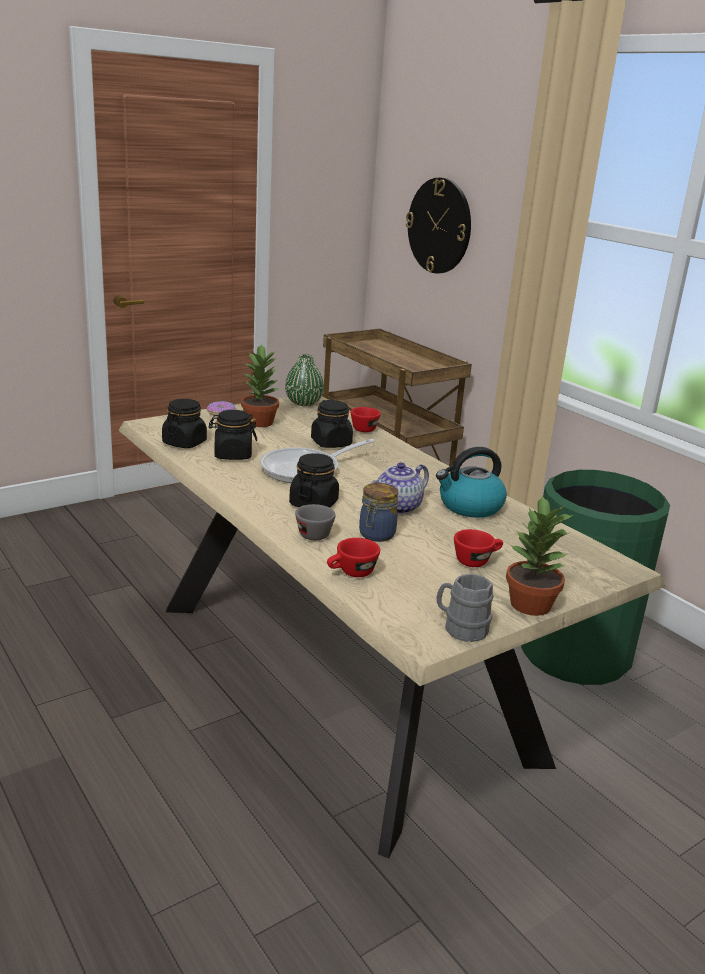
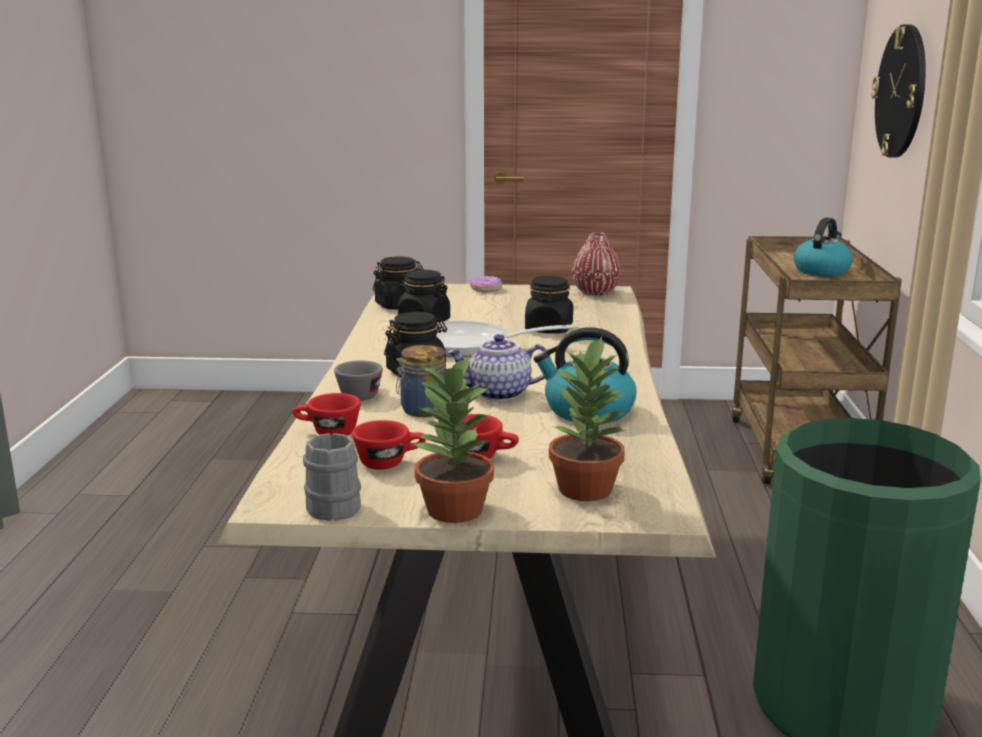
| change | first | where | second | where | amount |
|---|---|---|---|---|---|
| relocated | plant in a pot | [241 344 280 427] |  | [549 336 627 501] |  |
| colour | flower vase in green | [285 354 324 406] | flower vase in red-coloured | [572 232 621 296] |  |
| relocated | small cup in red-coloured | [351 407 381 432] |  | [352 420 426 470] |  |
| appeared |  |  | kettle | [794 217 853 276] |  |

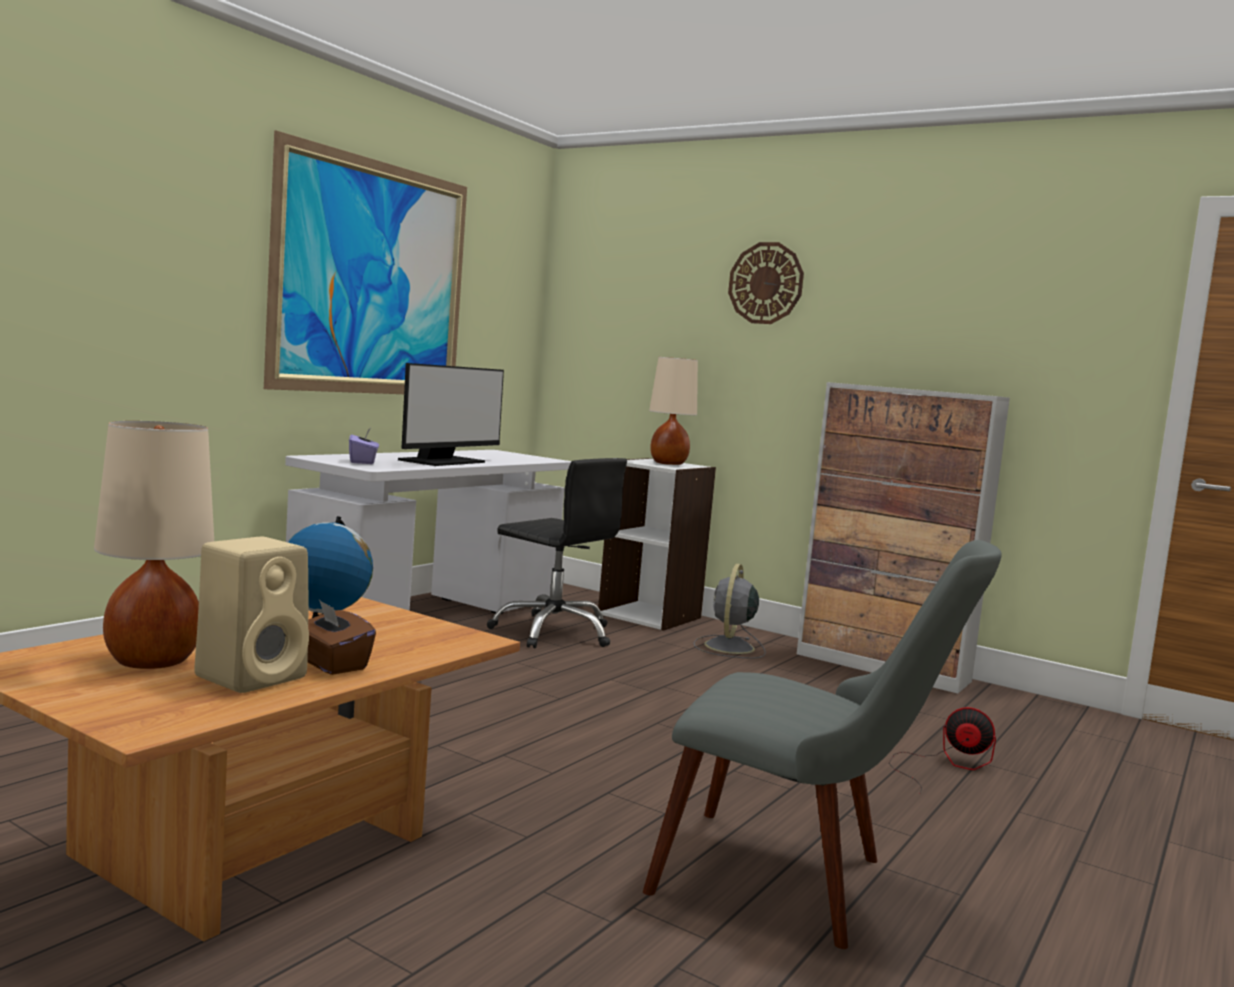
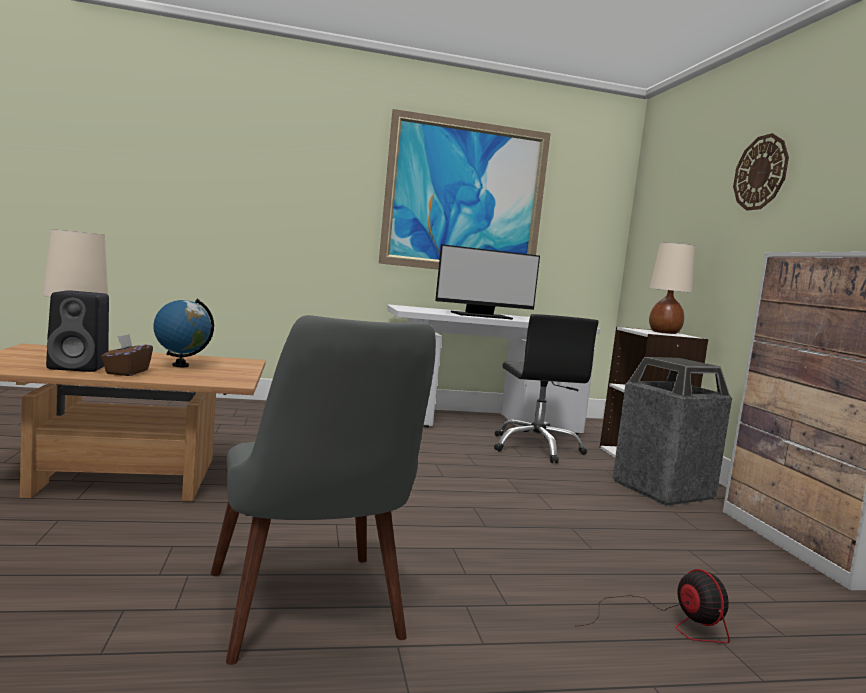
| change | first | where | second | where | amount |
|---|---|---|---|---|---|
| missing | box of tissues in purple | [349 429 379 464] |  |  |  |
| colour | speaker in sand-coloured | [195 537 309 693] | speaker in black | [46 290 109 372] |  |
| exchanged | cooling fan in grey | [694 564 766 659] | waste bin | [613 357 732 506] |  |

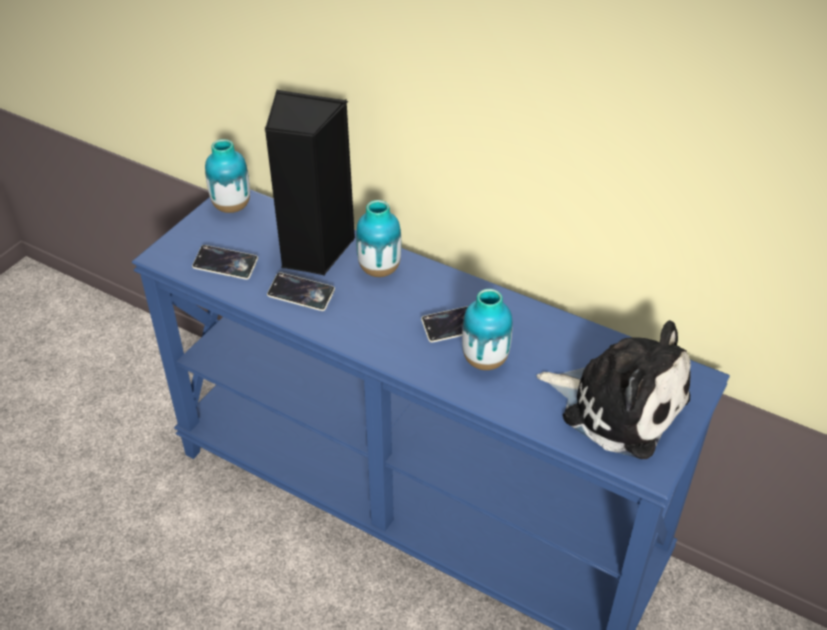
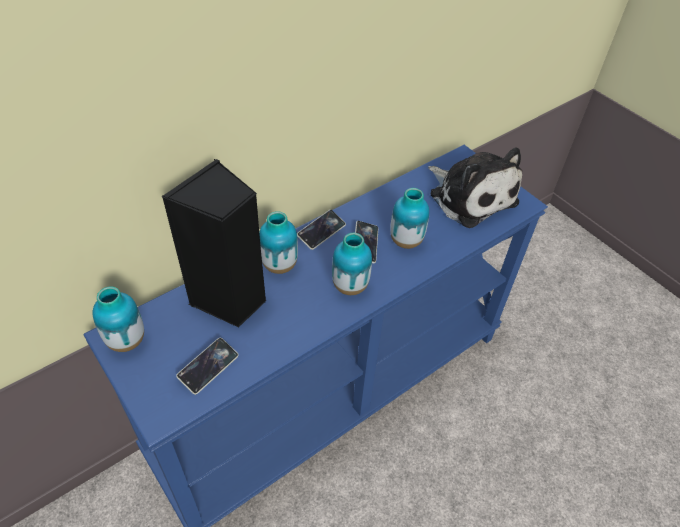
| change | first | where | second | where | amount |
|---|---|---|---|---|---|
| relocated | handset | [267 272 335 311] |  | [297 210 346 250] |  |
| spun | plush toy | [537 320 691 459] |  | [428 147 522 228] | 90 degrees clockwise |
| appeared |  |  | flower vase | [332 233 372 295] |  |

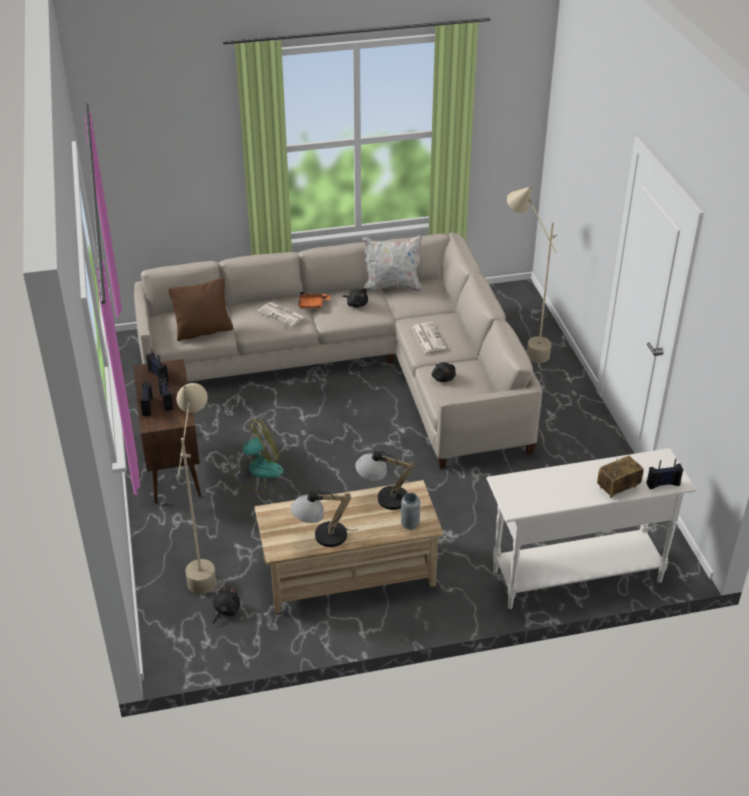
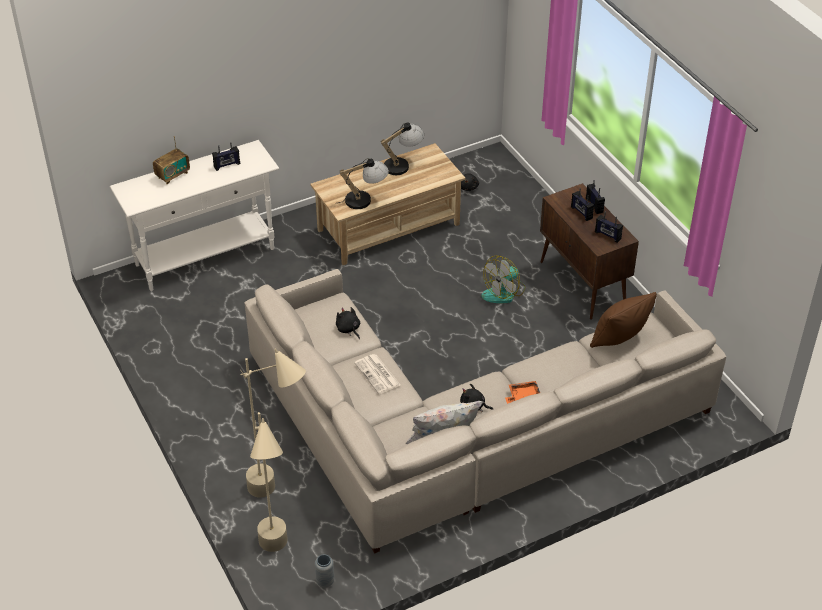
| change | first | where | second | where | amount |
|---|---|---|---|---|---|
| missing | printed paper | [258 302 305 327] |  |  |  |
| relocated | standard lamp in sand-coloured | [177 383 216 594] |  | [250 412 288 552] |  |
| relocated | radio receiver | [646 459 683 489] |  | [212 142 240 171] |  |
| relocated | flower vase in grey | [401 493 420 529] |  | [315 554 334 587] |  |

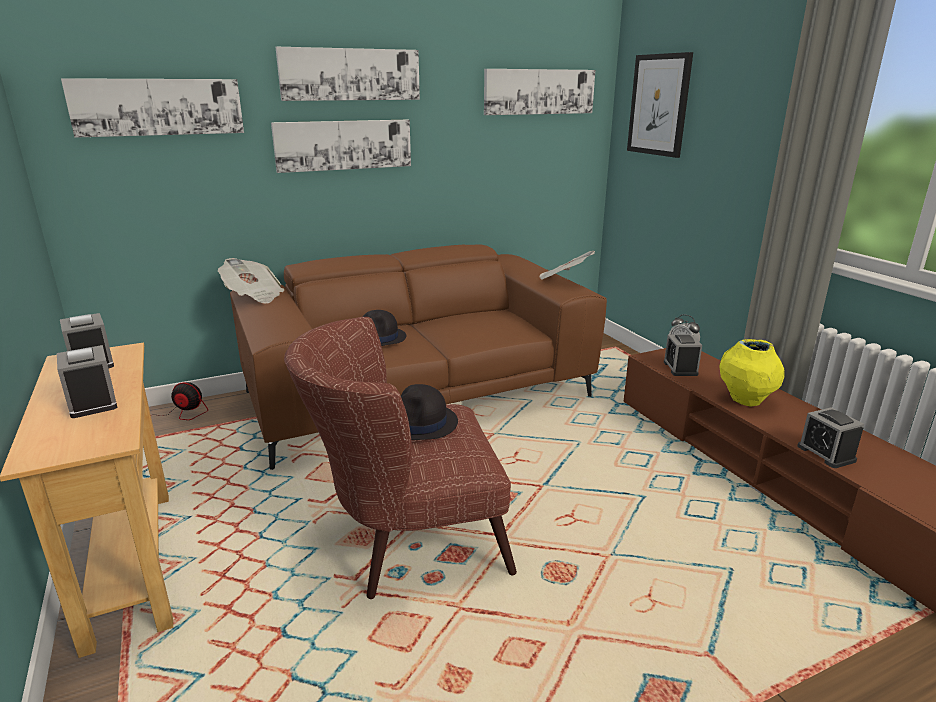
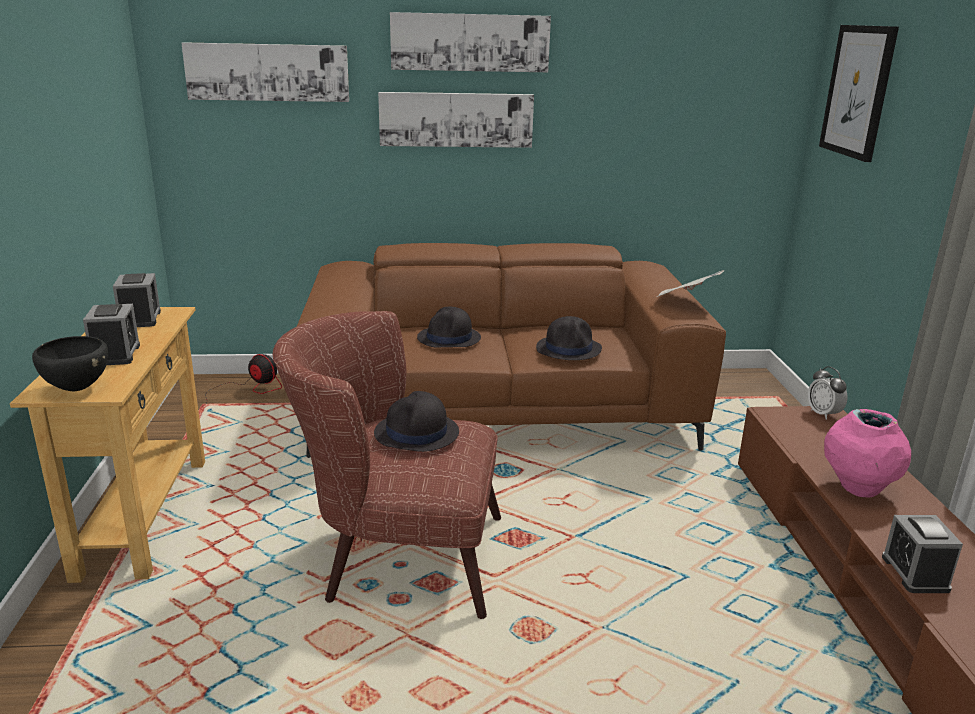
| change | first | where | second | where | amount |
|---|---|---|---|---|---|
| missing | wall art | [484 69 595 115] |  |  |  |
| missing | printed paper | [218 258 284 304] |  |  |  |
| missing | table clock | [664 335 702 376] |  |  |  |
| colour | flower vase in yellow-coloured | [719 339 784 406] | flower vase in pink-coloured | [824 409 911 497] |  |
| appeared |  |  | hat in black | [536 316 602 360] |  |
| appeared |  |  | serving bowl in black | [32 336 108 391] |  |

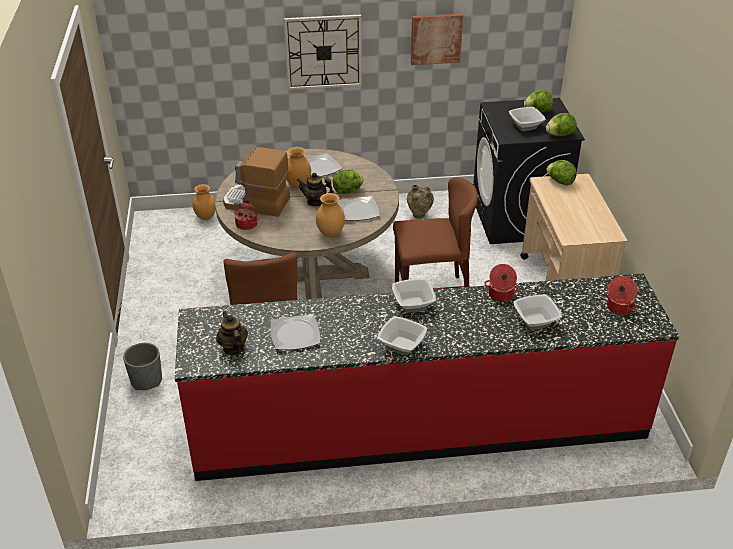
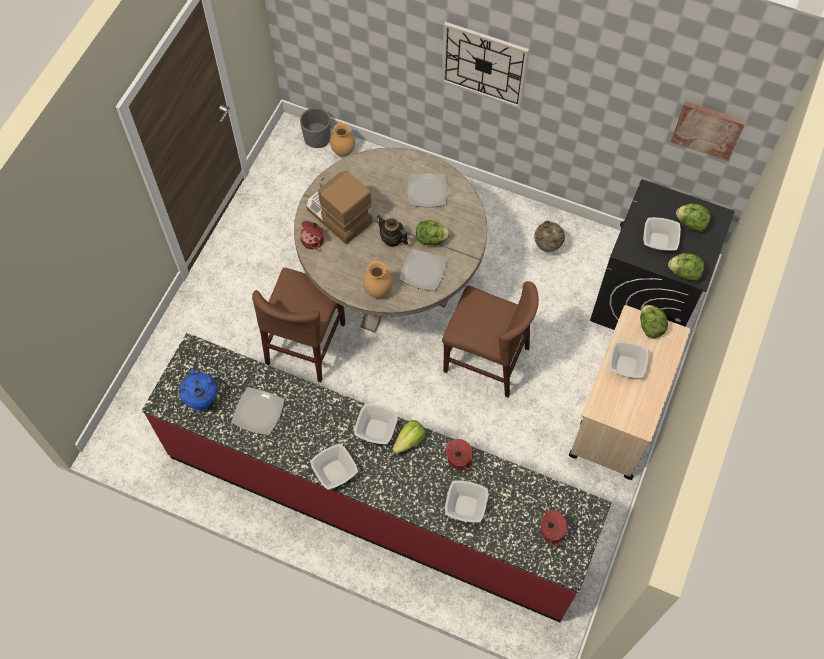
| change | first | where | second | where | amount |
|---|---|---|---|---|---|
| relocated | wall art | [411 14 463 65] |  | [671 101 746 161] |  |
| missing | flower vase in brown-coloured | [286 147 311 189] |  |  |  |
| exchanged | pot for tea | [216 311 248 355] | flower vase in blue | [179 369 216 411] |  |
| relocated | plant pot in grey | [123 343 162 390] |  | [300 108 331 148] |  |
| appeared |  |  | serving bowl | [609 341 649 378] |  |
| appeared |  |  | lettuce head | [392 420 426 454] |  |

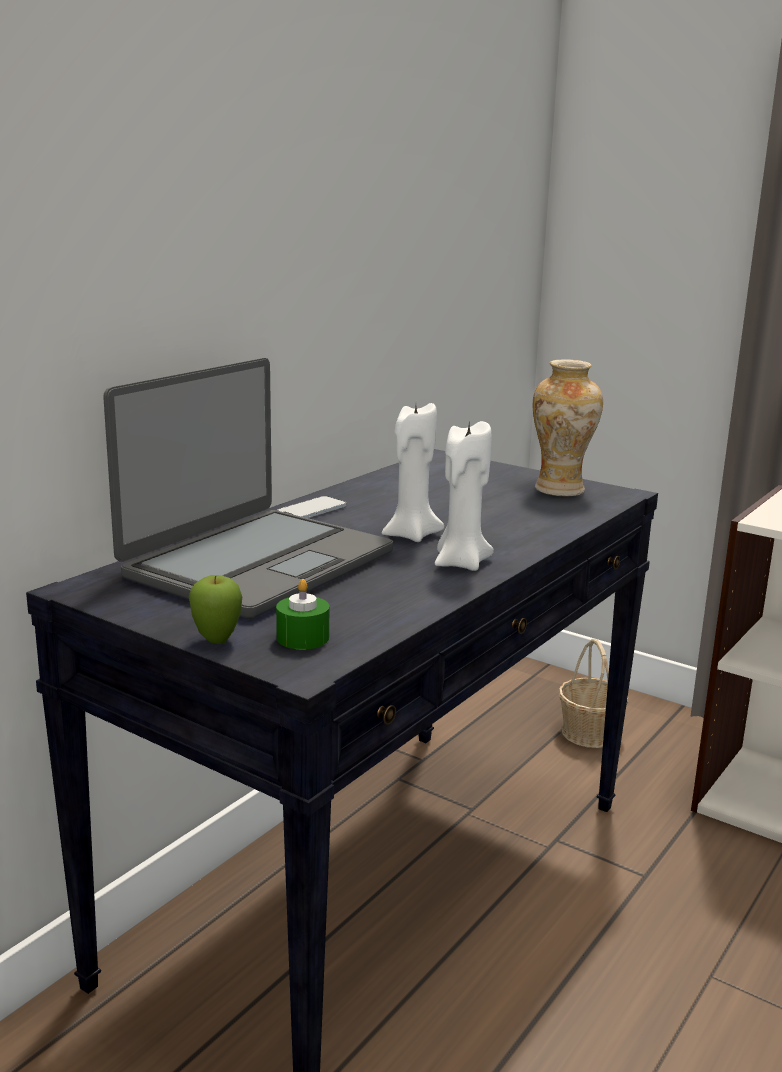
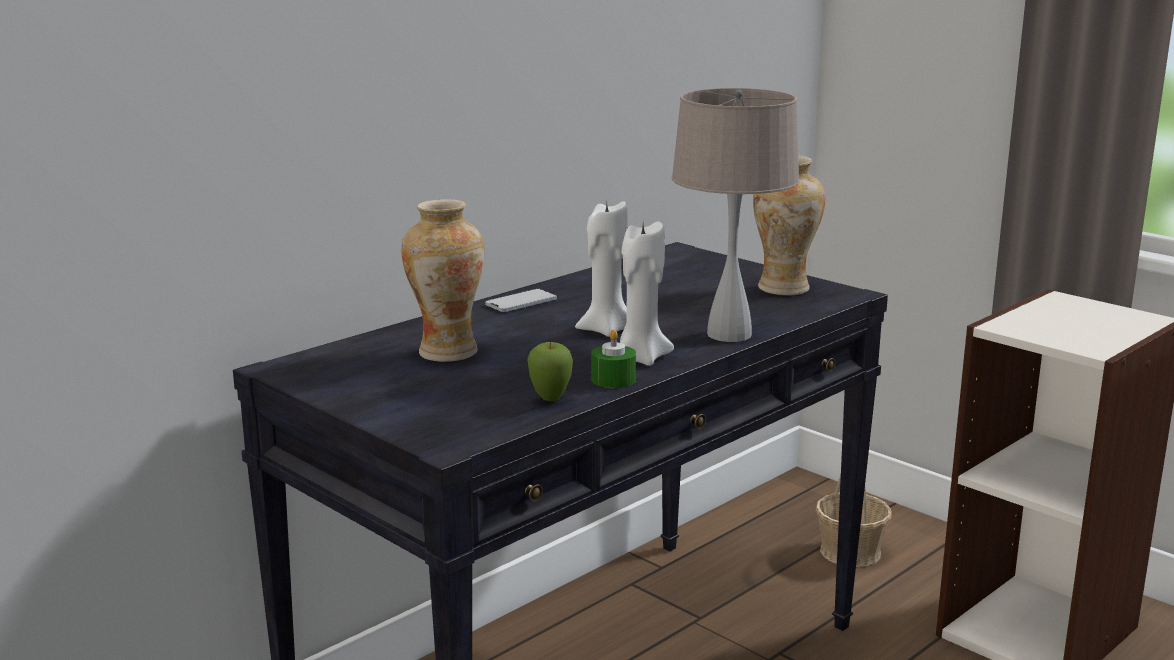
| change | first | where | second | where | amount |
|---|---|---|---|---|---|
| exchanged | portable computer | [103 358 393 619] | flower vase | [401 199 484 362] |  |
| relocated | apple | [189 575 242 644] |  | [527 342 573 402] |  |
| relocated | wax candle in green | [276 579 329 649] |  | [591 329 636 388] |  |
| appeared |  |  | table lamp in sand-coloured | [672 88 800 342] |  |

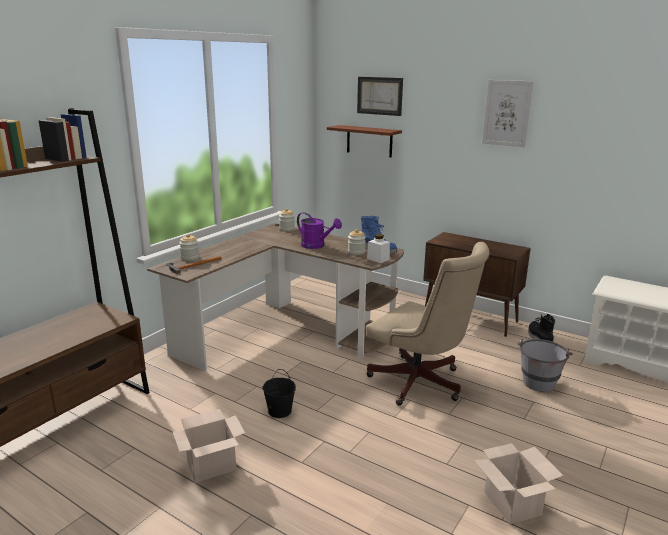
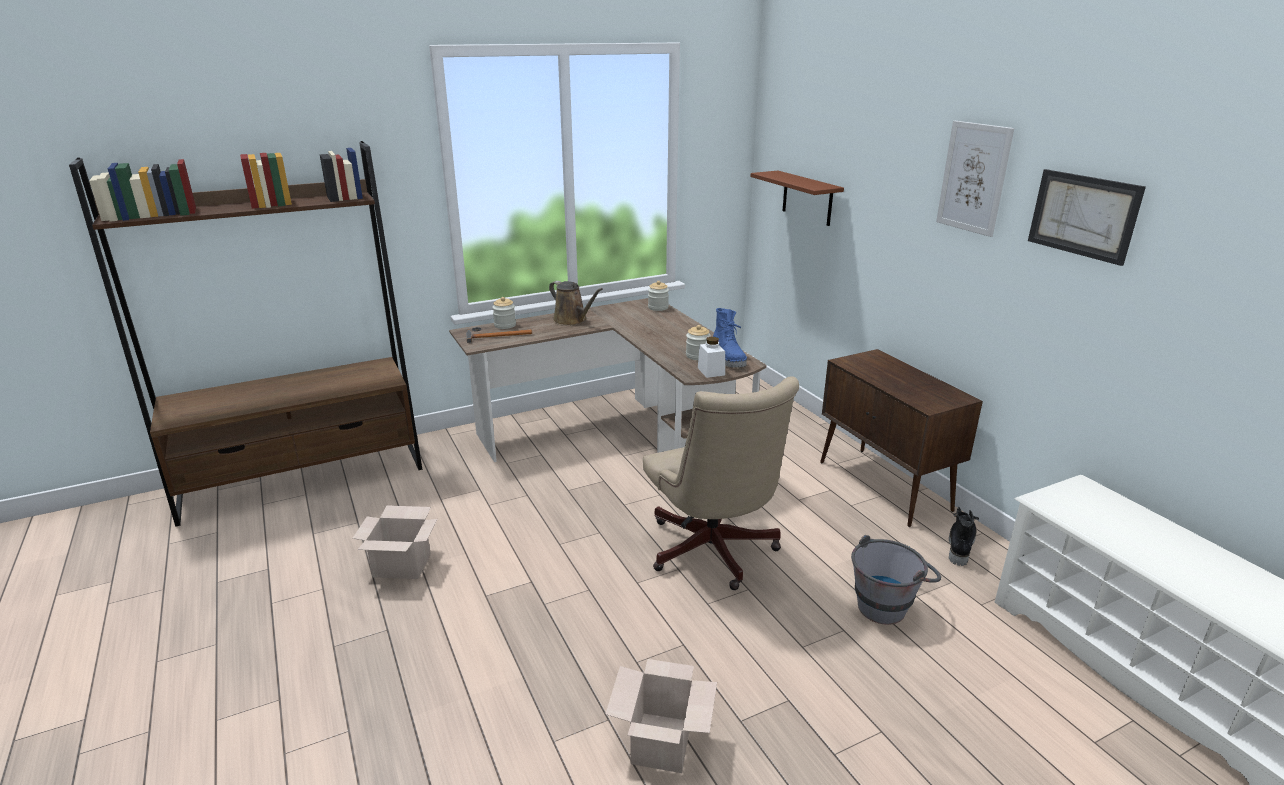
| change | first | where | second | where | amount |
|---|---|---|---|---|---|
| relocated | wall art | [357 77 403 116] |  | [1028 169 1146 266] |  |
| missing | sprinkling can in purple | [297 212 342 249] |  |  |  |
| missing | bucket in black | [263 369 296 418] |  |  |  |
| appeared |  |  | sprinkling can in brown-coloured | [549 281 603 326] |  |

